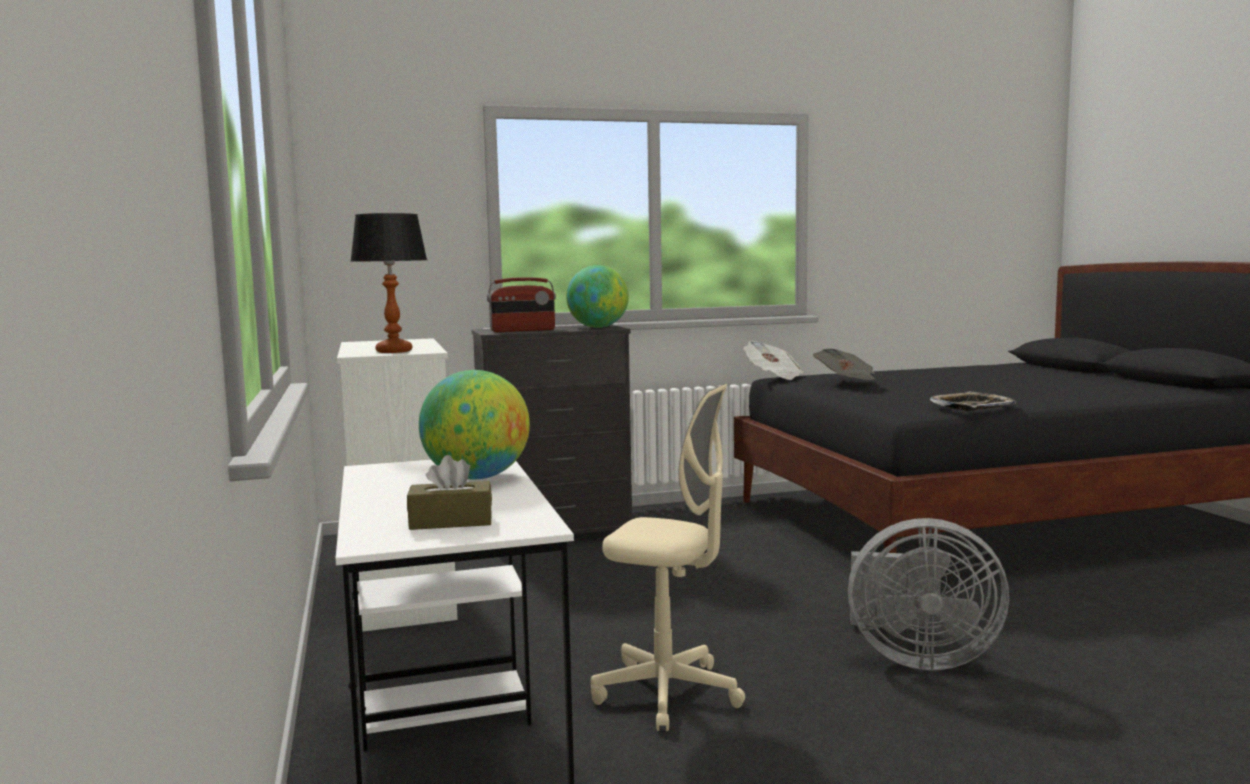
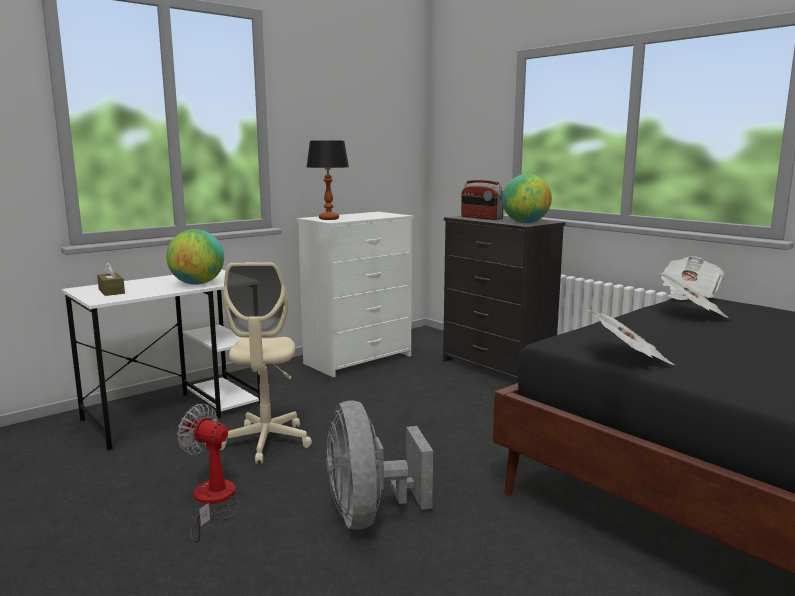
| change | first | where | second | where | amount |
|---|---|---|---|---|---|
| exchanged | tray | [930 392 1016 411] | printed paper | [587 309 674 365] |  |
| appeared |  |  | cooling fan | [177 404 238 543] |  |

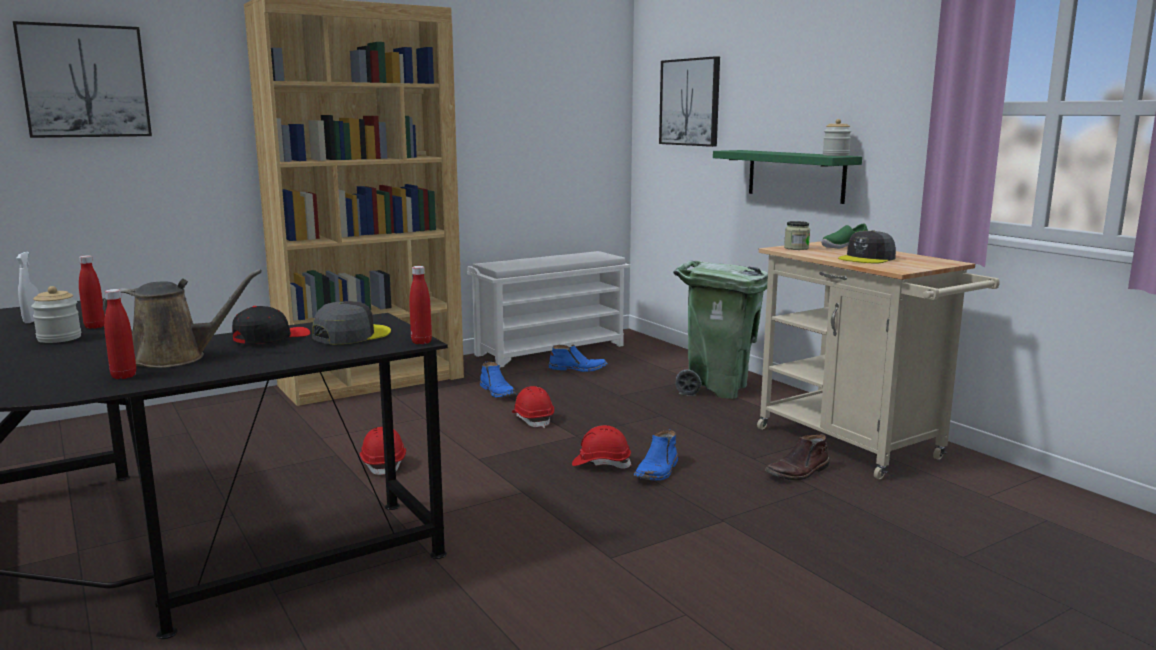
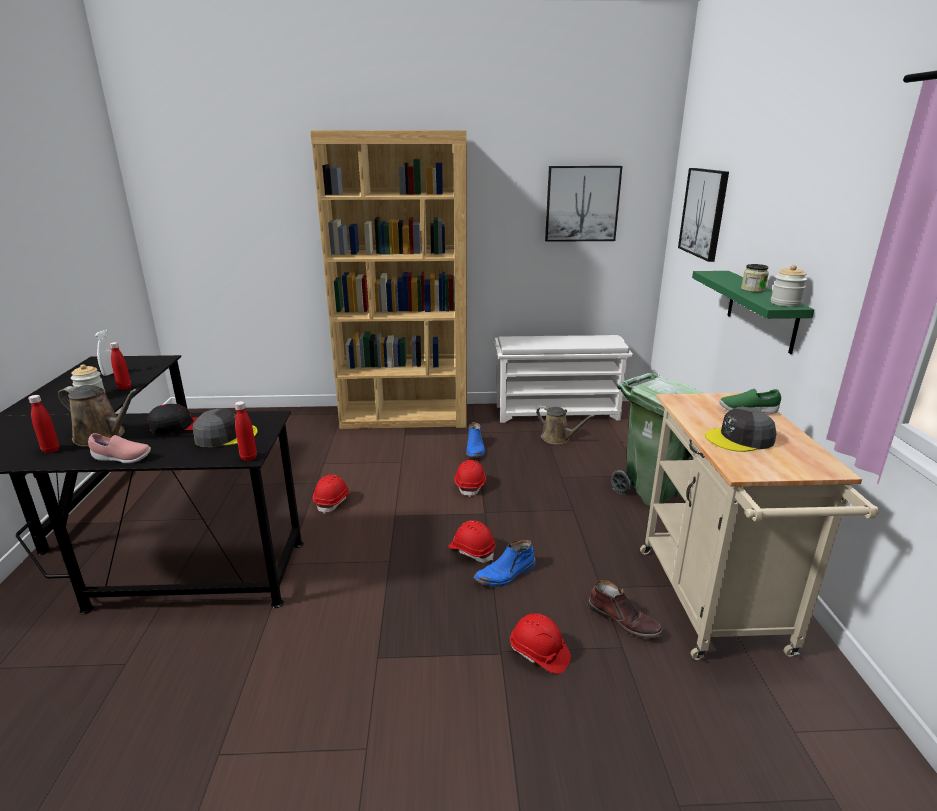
| change | first | where | second | where | amount |
|---|---|---|---|---|---|
| relocated | wall art | [13 21 152 138] |  | [545 166 623 242] |  |
| relocated | jar | [784 221 810 250] |  | [741 264 769 292] |  |
| exchanged | boot in blue | [549 345 608 372] | sprinkling can in brown-coloured | [536 406 595 444] |  |
| spun | boot in brown-coloured | [765 434 830 481] |  | [588 580 663 638] | 135 degrees counterclockwise |
| appeared |  |  | low shoe in pink-coloured | [88 433 151 463] |  |
| appeared |  |  | safety helmet in red-coloured | [510 613 571 674] |  |

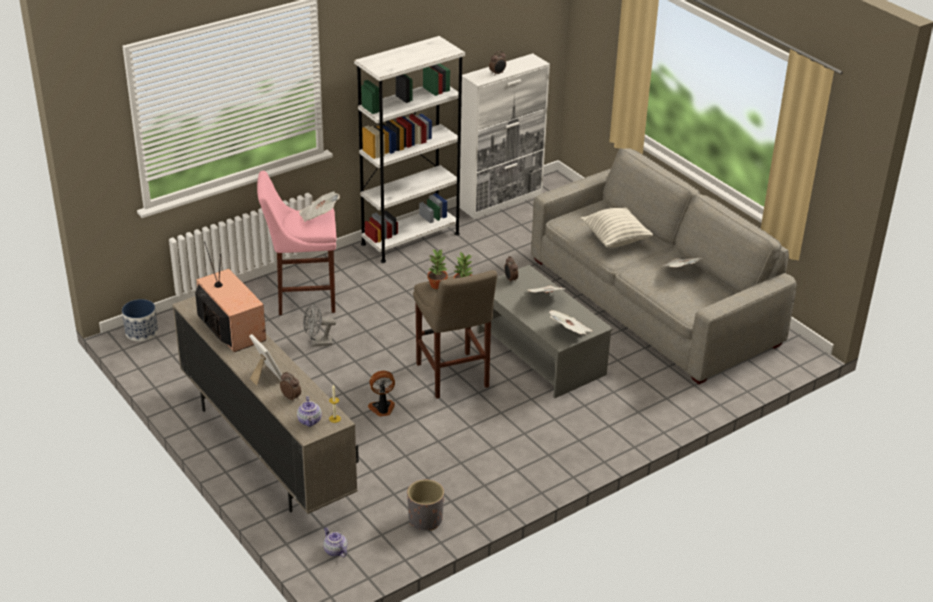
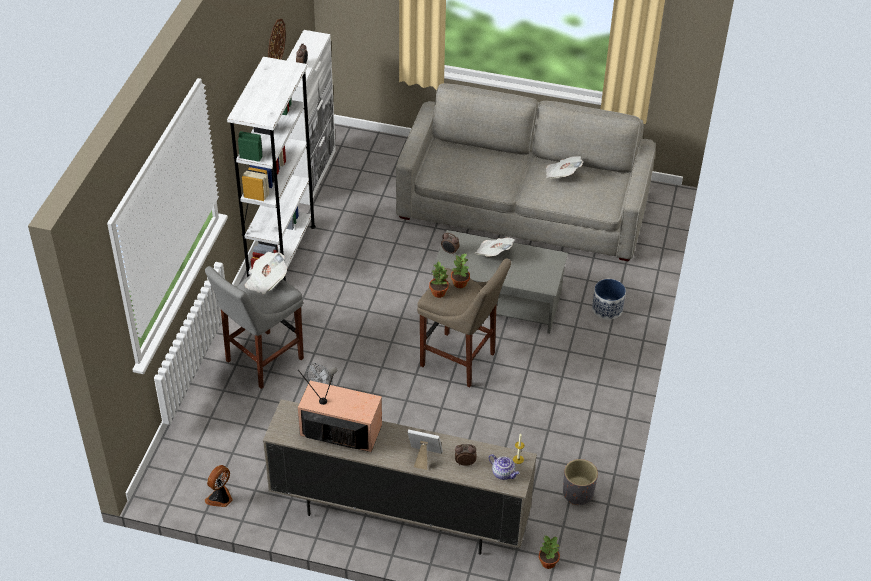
| change | first | where | second | where | amount |
|---|---|---|---|---|---|
| colour | stool in pink-coloured | [257 171 337 315] | stool in grey | [205 266 304 389] |  |
| missing | throw pillow | [581 207 653 248] |  |  |  |
| relocated | plant pot | [122 299 158 341] |  | [592 279 626 320] |  |
| missing | printed paper | [549 310 592 335] |  |  |  |
| relocated | cooling fan | [368 371 395 416] |  | [205 465 233 507] |  |
| exchanged | pot for tea | [323 527 347 557] | plant in a pot | [539 535 560 569] |  |
| appeared |  |  | hanging clock | [268 19 286 60] |  |

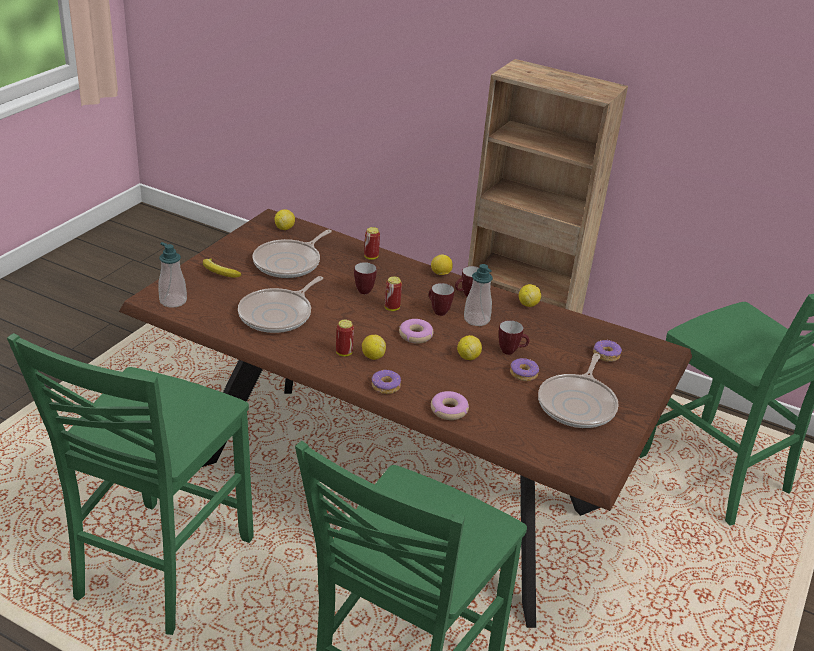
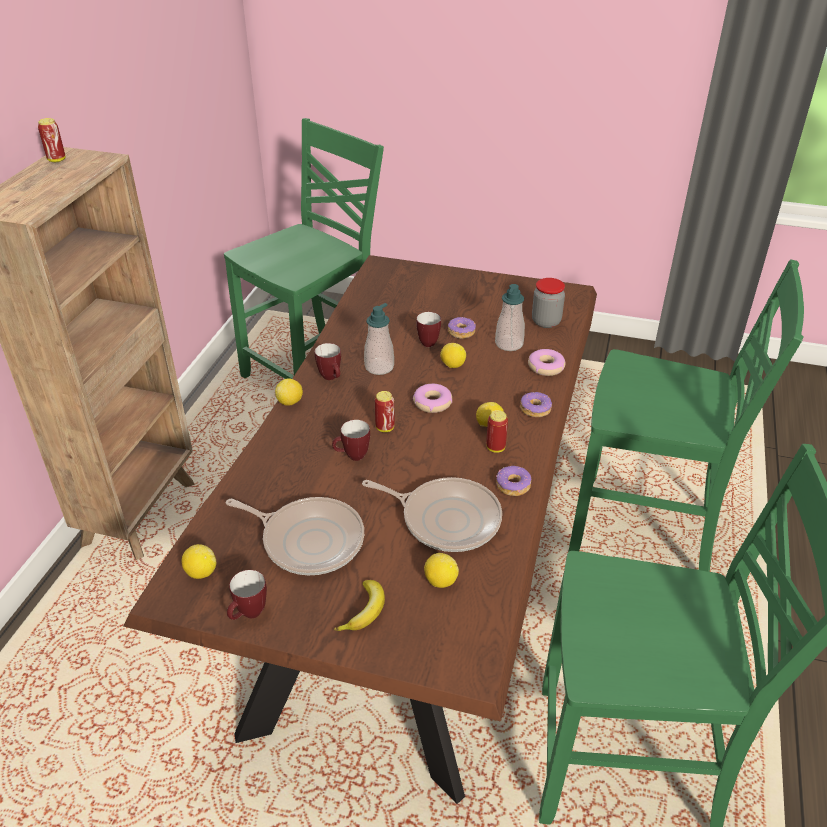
| change | first | where | second | where | amount |
|---|---|---|---|---|---|
| relocated | sealed can | [364 227 380 260] |  | [38 118 66 162] |  |
| relocated | soap dispenser | [159 242 187 308] |  | [495 284 525 351] |  |
| relocated | tea mug | [429 283 454 316] |  | [227 570 267 620] |  |
| relocated | lemon | [519 284 541 307] |  | [424 553 459 588] |  |
| relocated | donut | [593 339 622 362] |  | [496 466 531 496] |  |
| missing | frying pan | [538 353 619 428] |  |  |  |
| appeared |  |  | jar | [532 278 565 328] |  |

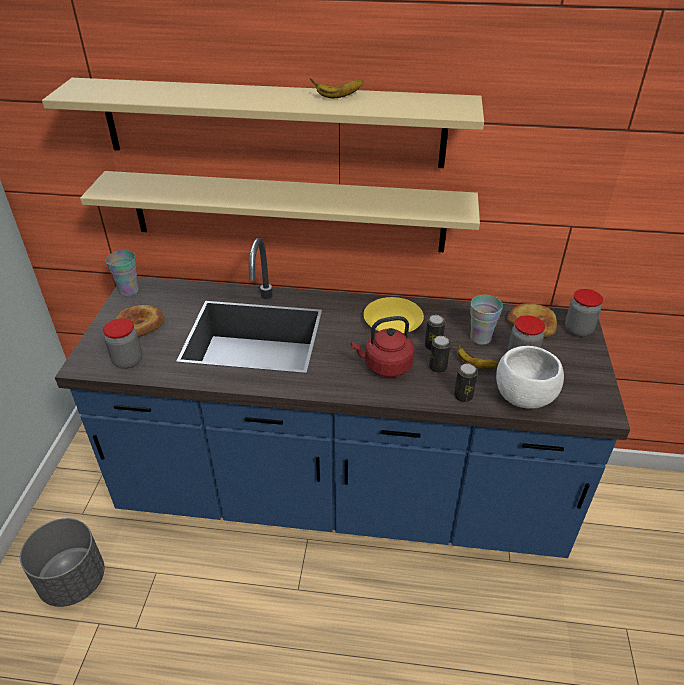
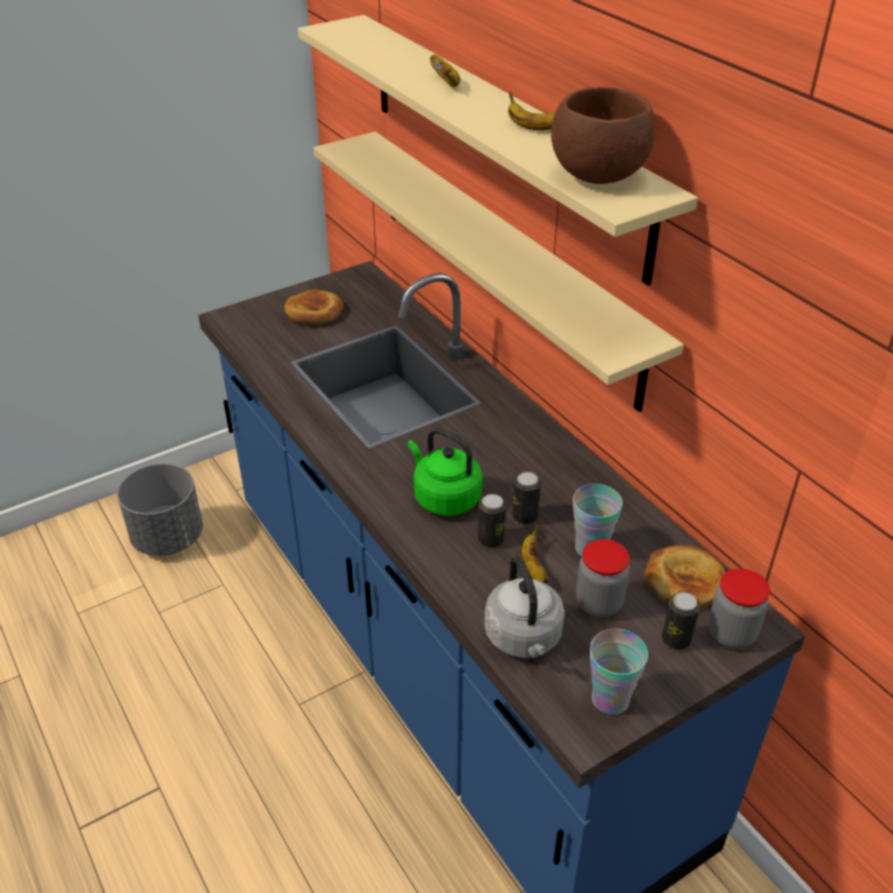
| change | first | where | second | where | amount |
|---|---|---|---|---|---|
| relocated | small cup | [105 250 139 296] |  | [590 629 648 715] |  |
| missing | flat dish in yellow-coloured | [364 297 424 334] |  |  |  |
| colour | kettle in red-coloured | [351 316 415 377] | kettle in green | [408 428 482 516] |  |
| missing | jar | [103 318 142 369] |  |  |  |
| exchanged | serving bowl in white-coloured | [496 346 564 409] | kettle in grey | [484 556 565 658] |  |
| relocated | sealed can | [454 364 478 402] |  | [662 592 700 650] |  |
| appeared |  |  | whole banana | [430 55 460 87] |  |
| appeared |  |  | serving bowl in brown-coloured | [551 87 655 184] |  |

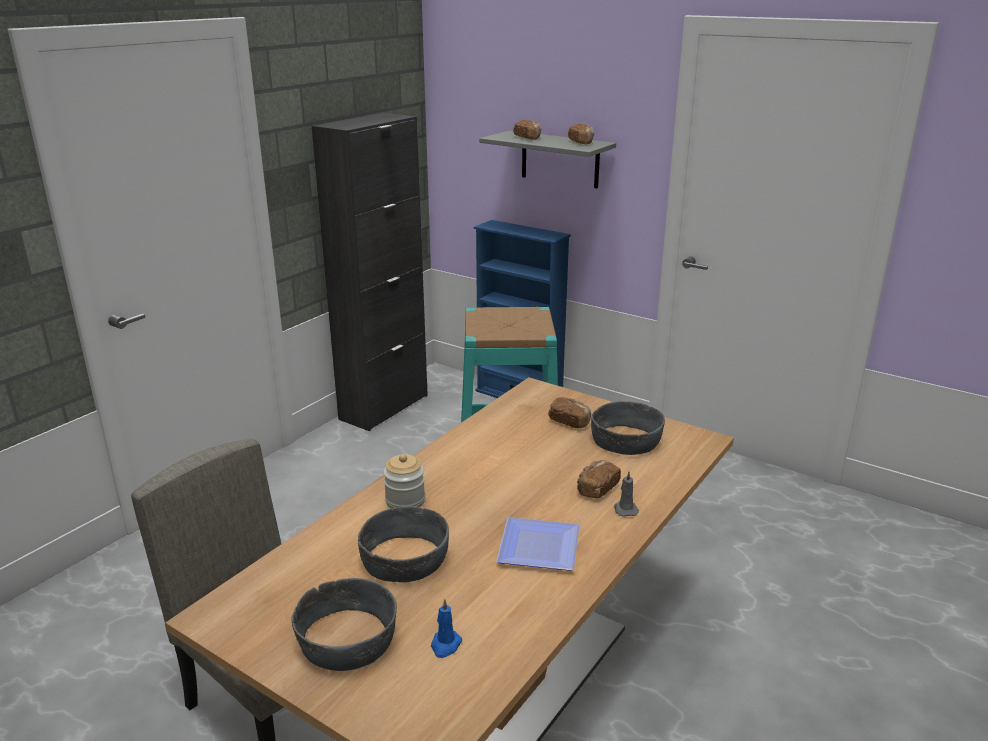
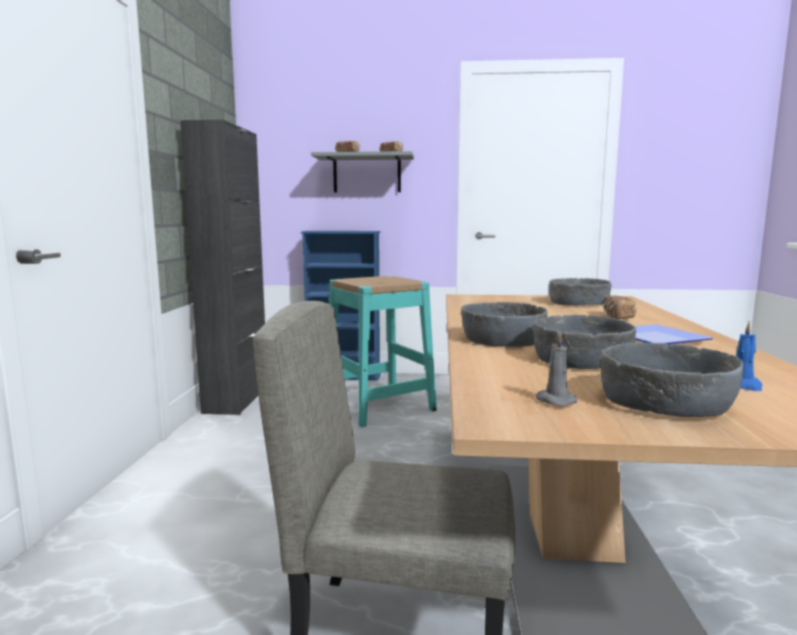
| change | first | where | second | where | amount |
|---|---|---|---|---|---|
| missing | baked bread | [548 397 591 428] |  |  |  |
| exchanged | jar | [383 454 425 509] | serving bowl in grey | [461 302 548 347] |  |
| relocated | wax candle in grey | [614 471 639 517] |  | [536 332 577 406] |  |

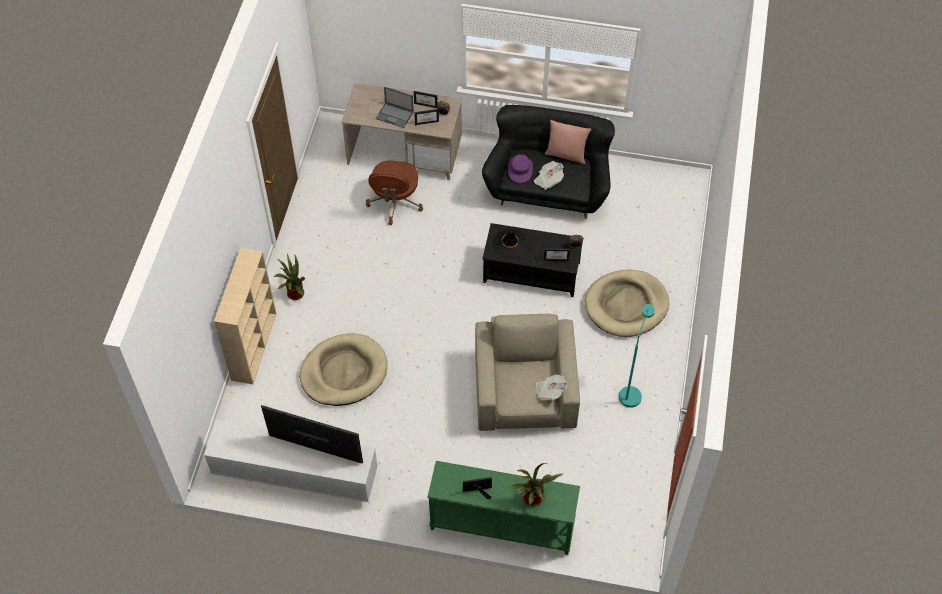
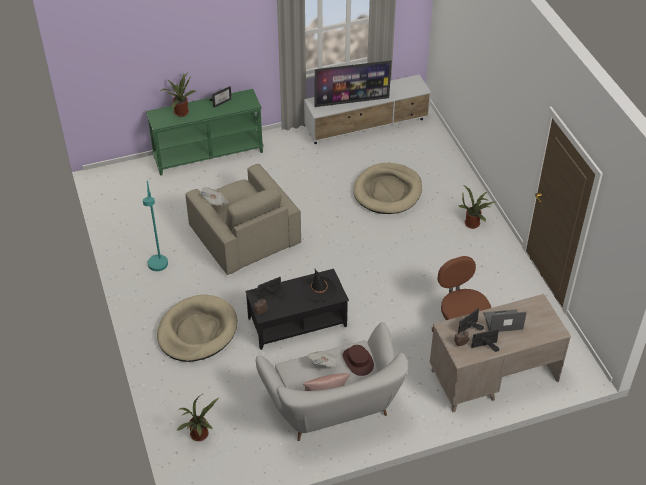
| change | first | where | second | where | amount |
|---|---|---|---|---|---|
| colour | sofa in black | [482 105 615 219] | sofa in white-coloured | [256 322 409 441] |  |
| colour | hat in purple | [508 154 533 183] | hat in brown-coloured | [342 345 374 376] |  |
| missing | bookshelf in sand-coloured | [214 248 276 384] |  |  |  |
| appeared |  |  | plant in a pot | [176 394 219 441] |  |

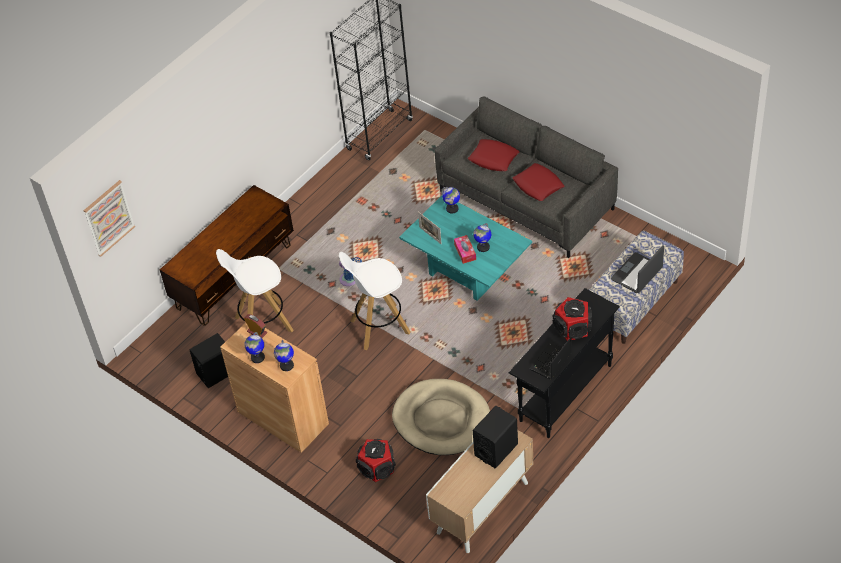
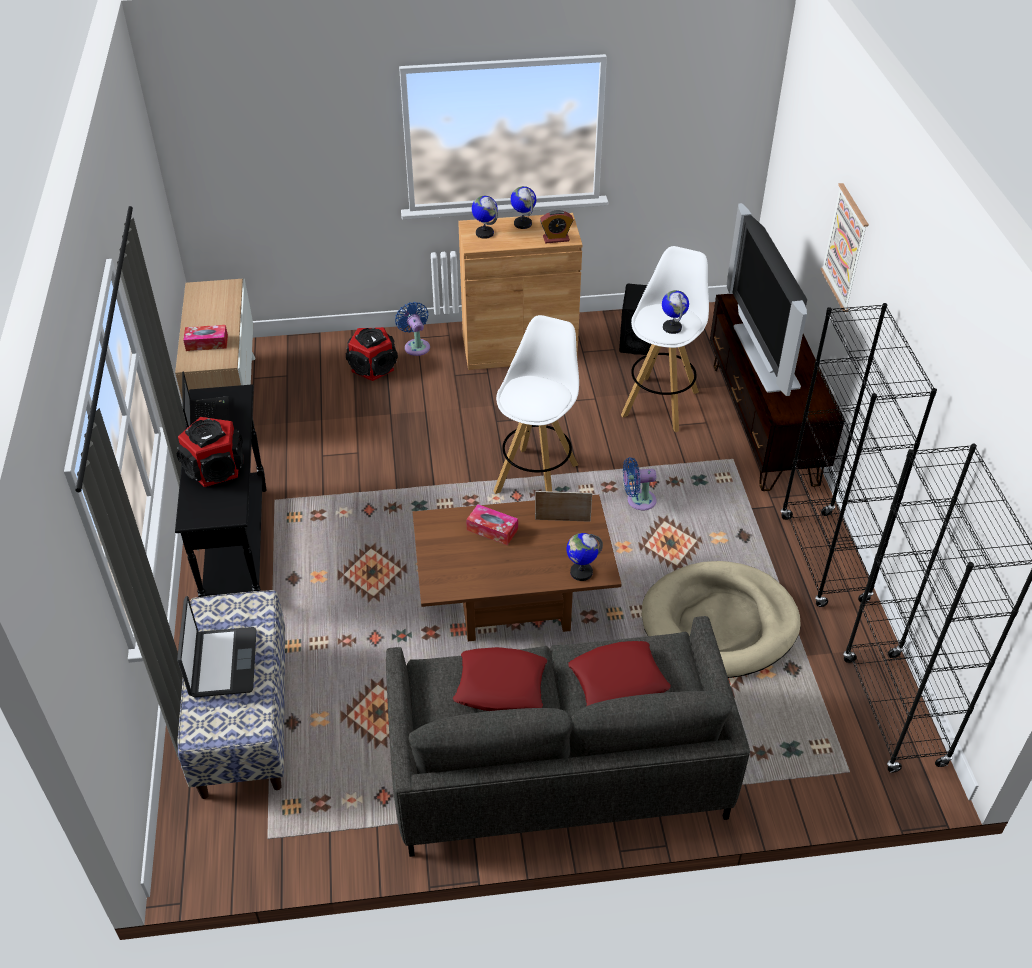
| change | first | where | second | where | amount |
|---|---|---|---|---|---|
| relocated | wall art | [83 180 135 257] |  | [821 183 869 312] |  |
| colour | coffee table in turquoise-coloured | [399 195 532 301] | coffee table in brown-coloured | [413 495 622 641] |  |
| relocated | world globe | [473 223 491 252] |  | [662 290 689 334] |  |
| relocated | pet bed in sand-coloured | [392 379 490 455] |  | [642 561 801 678] |  |
| exchanged | speaker in black | [473 406 518 469] | box of tissues | [183 325 228 351] |  |
| appeared |  |  | television | [727 203 807 396] |  |
| appeared |  |  | cooling fan in blue | [395 302 430 356] |  |
| appeared |  |  | bookshelf in black | [781 303 937 607] |  |

